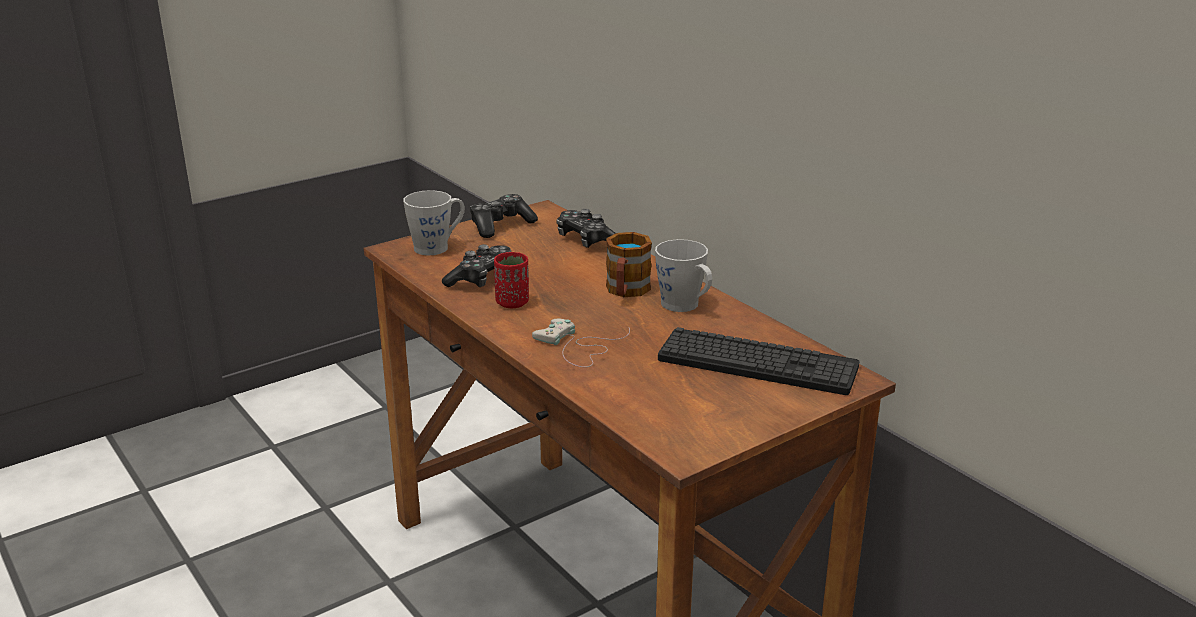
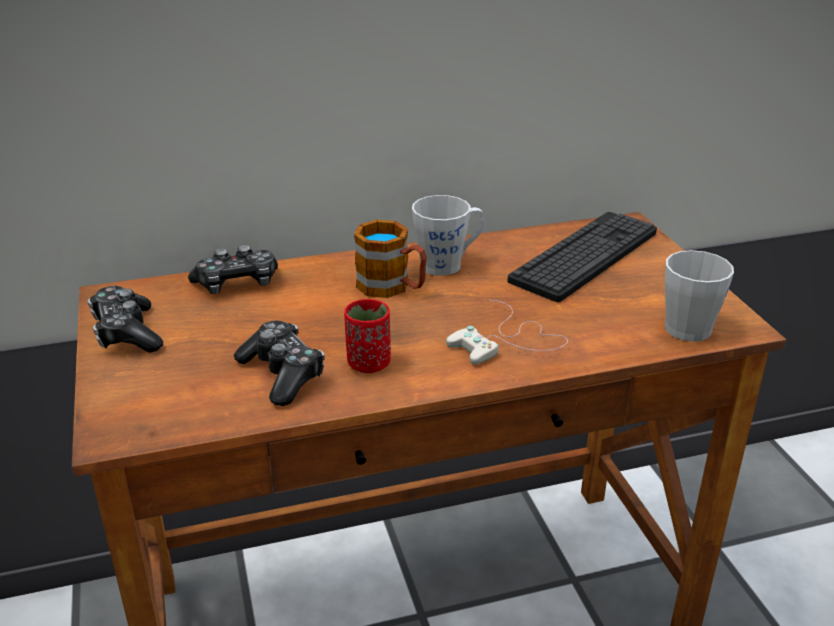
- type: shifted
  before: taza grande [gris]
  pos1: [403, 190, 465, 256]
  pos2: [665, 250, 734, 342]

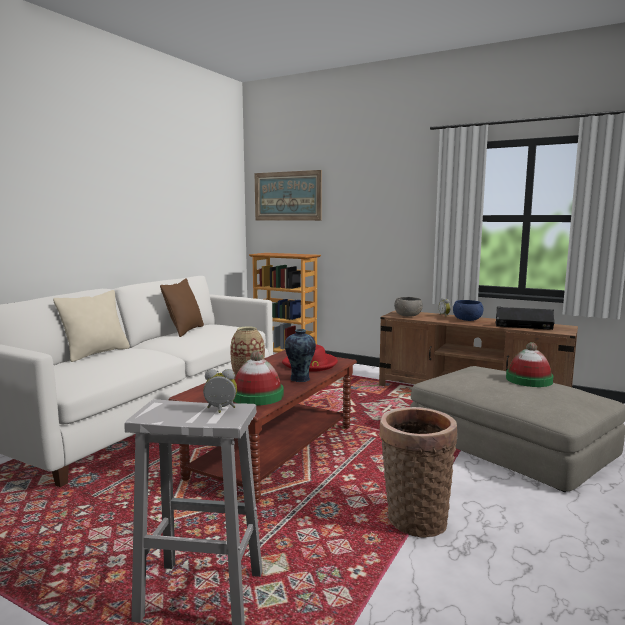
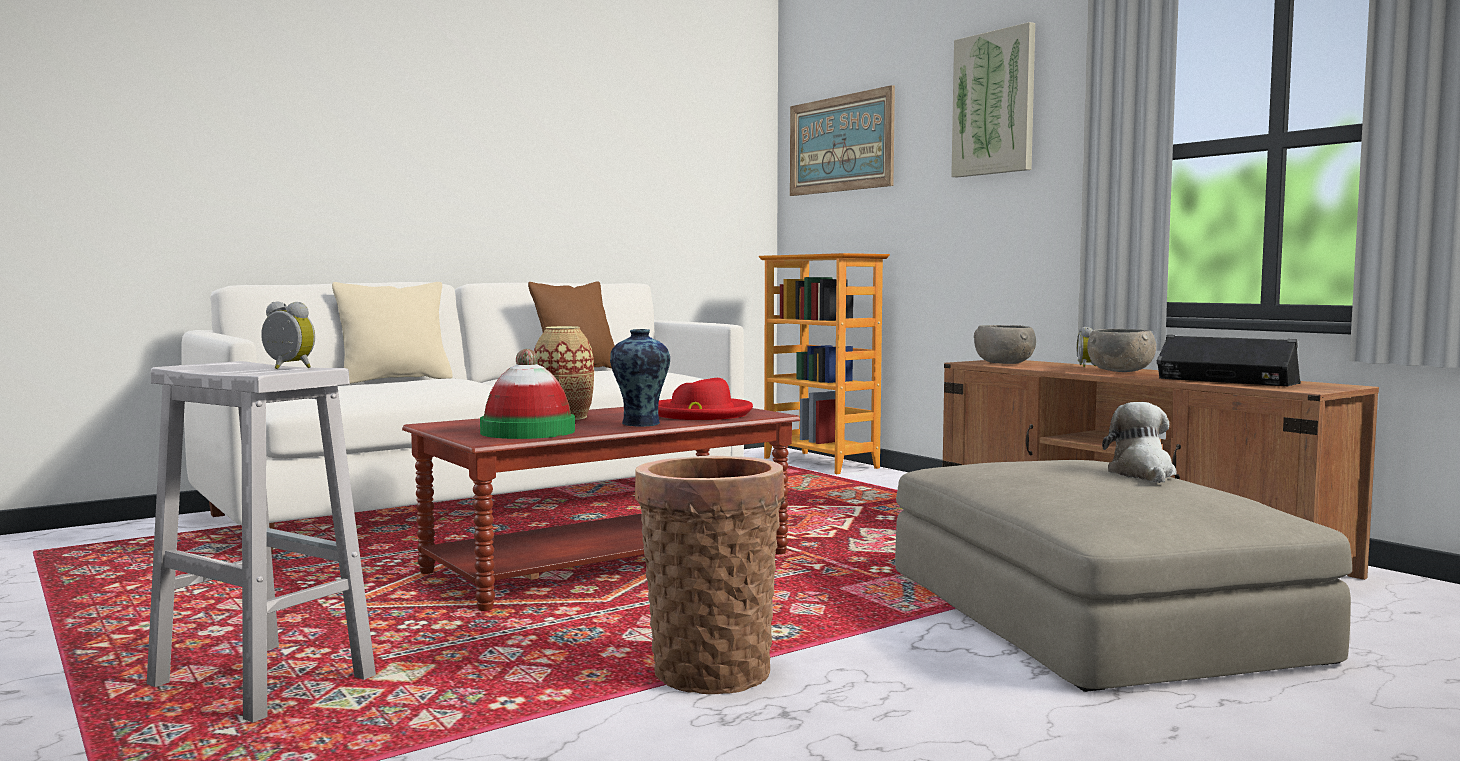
- type: new
  after: cuadro
  pos2: [951, 22, 1035, 178]
- type: repainted
  before: cuenco [azul]
  after: cuenco [gris]
  pos1: [453, 300, 484, 321]
  pos2: [1087, 329, 1156, 372]
- type: swapped
  before: sombrero
  after: peluche
  pos1: [506, 342, 554, 387]
  pos2: [1102, 402, 1176, 483]

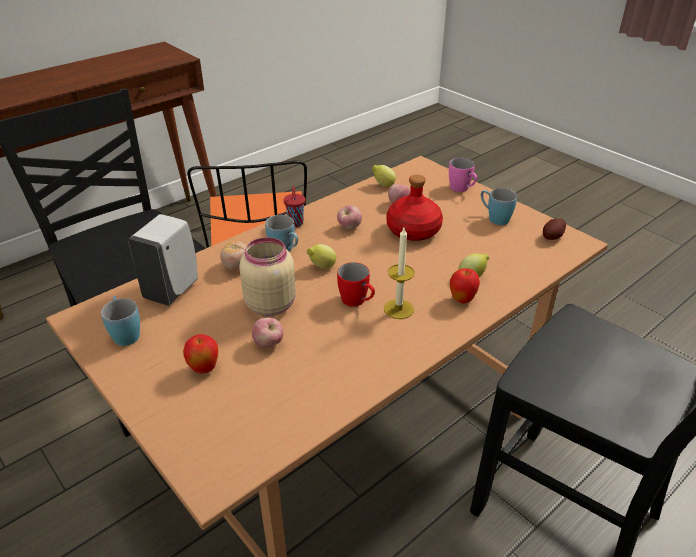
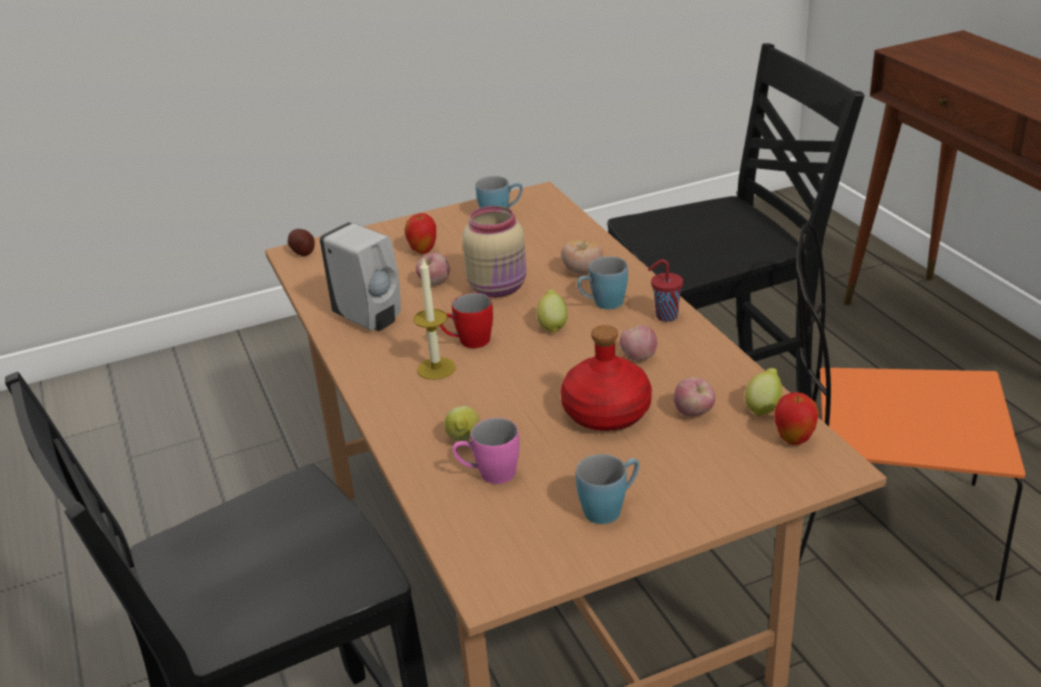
- type: shifted
  before: patata
  pos1: [543, 218, 566, 240]
  pos2: [288, 229, 315, 256]
- type: shifted
  before: dispensador de jabón [blanco]
  pos1: [128, 214, 198, 306]
  pos2: [320, 222, 401, 331]
- type: shifted
  before: taza grande [rosa]
  pos1: [449, 158, 477, 192]
  pos2: [452, 418, 520, 484]
- type: shifted
  before: manzana
  pos1: [450, 268, 480, 304]
  pos2: [775, 392, 819, 445]

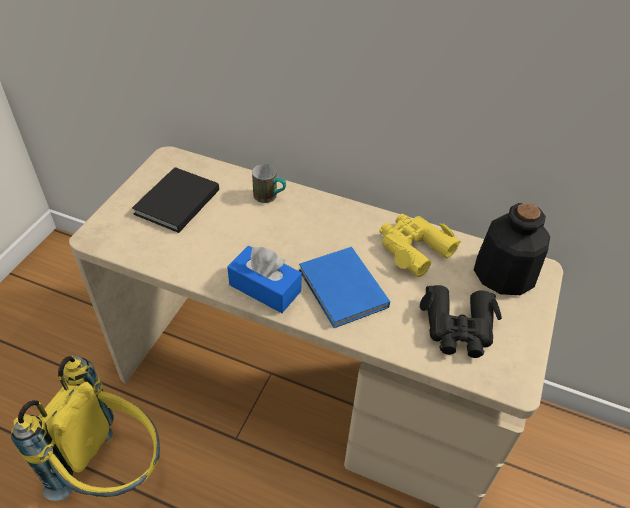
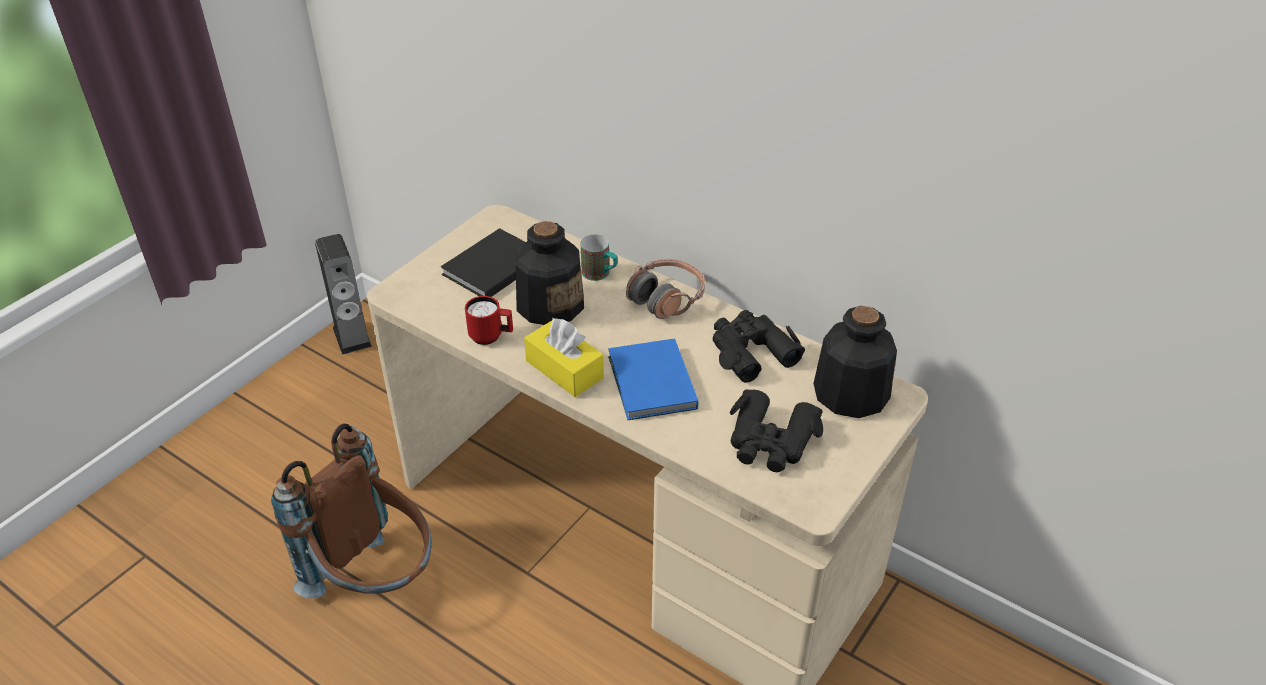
- type: repainted
  before: mochila [amarillo]
  after: mochila [marrón]
  pos1: [11, 356, 160, 501]
  pos2: [271, 423, 432, 598]
- type: new
  after: altavoz
  pos2: [315, 234, 372, 355]
- type: new
  after: taza grande [rojo]
  pos2: [465, 296, 513, 345]
- type: new
  after: botella
  pos2: [516, 221, 584, 325]
- type: repainted
  before: caja de pañuelos [azul]
  after: caja de pañuelos [amarillo]
  pos1: [227, 246, 302, 313]
  pos2: [524, 318, 604, 397]
- type: new
  after: auriculares
  pos2: [626, 259, 705, 319]
- type: repainted
  before: prismáticos [amarillo]
  after: prismáticos [negro]
  pos1: [379, 214, 461, 277]
  pos2: [712, 310, 805, 383]

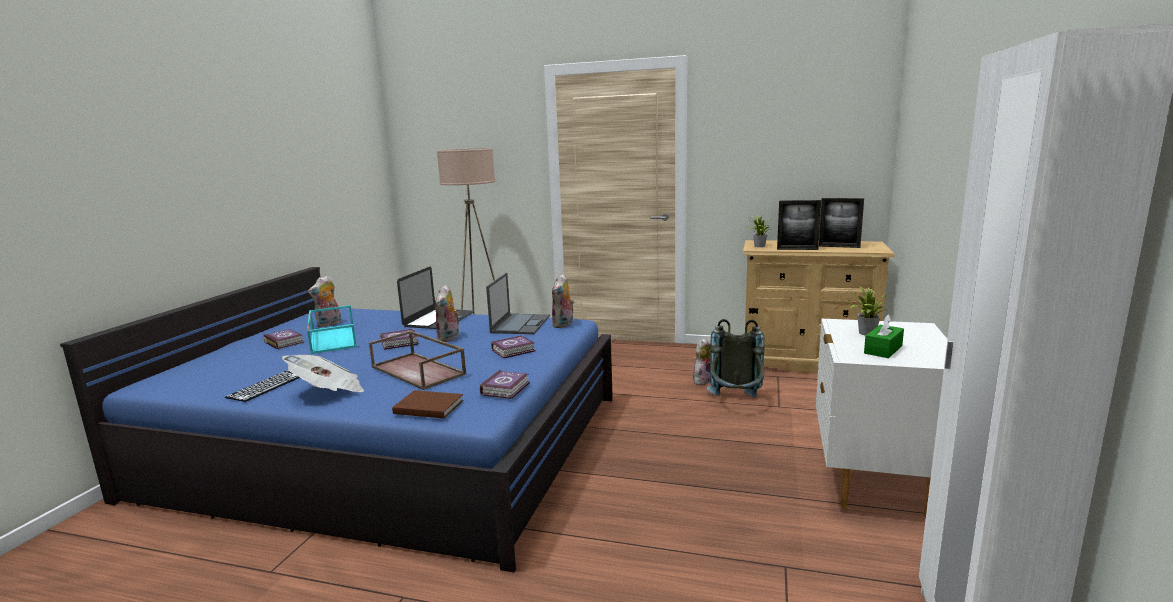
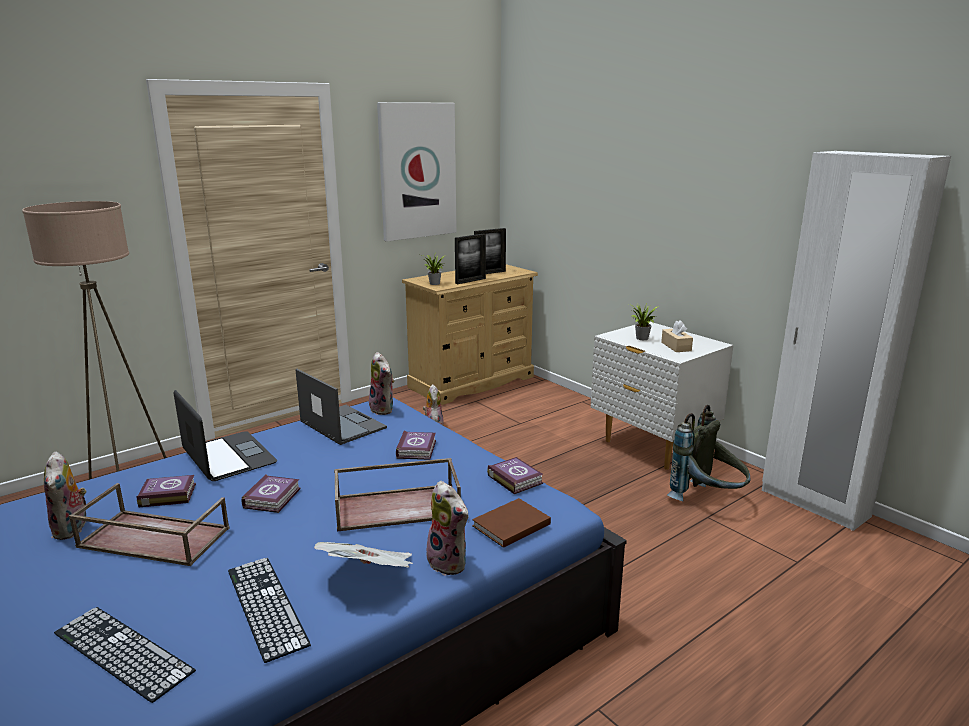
- type: new
  after: teclado
  pos2: [54, 607, 196, 703]
- type: repainted
  before: bandeja [turquesa]
  after: bandeja [marrón]
  pos1: [307, 305, 357, 354]
  pos2: [69, 483, 230, 566]
- type: shifted
  before: libro
  pos1: [263, 329, 304, 349]
  pos2: [136, 475, 196, 507]
- type: new
  after: cuadro
  pos2: [377, 102, 457, 242]
- type: shifted
  before: peluche
  pos1: [435, 285, 459, 342]
  pos2: [427, 481, 468, 576]
- type: repainted
  before: caja de pañuelos [verde]
  after: caja de pañuelos [beis]
  pos1: [864, 314, 904, 358]
  pos2: [661, 320, 693, 352]
- type: shifted
  before: mochila [gris]
  pos1: [707, 319, 765, 397]
  pos2: [667, 405, 751, 502]

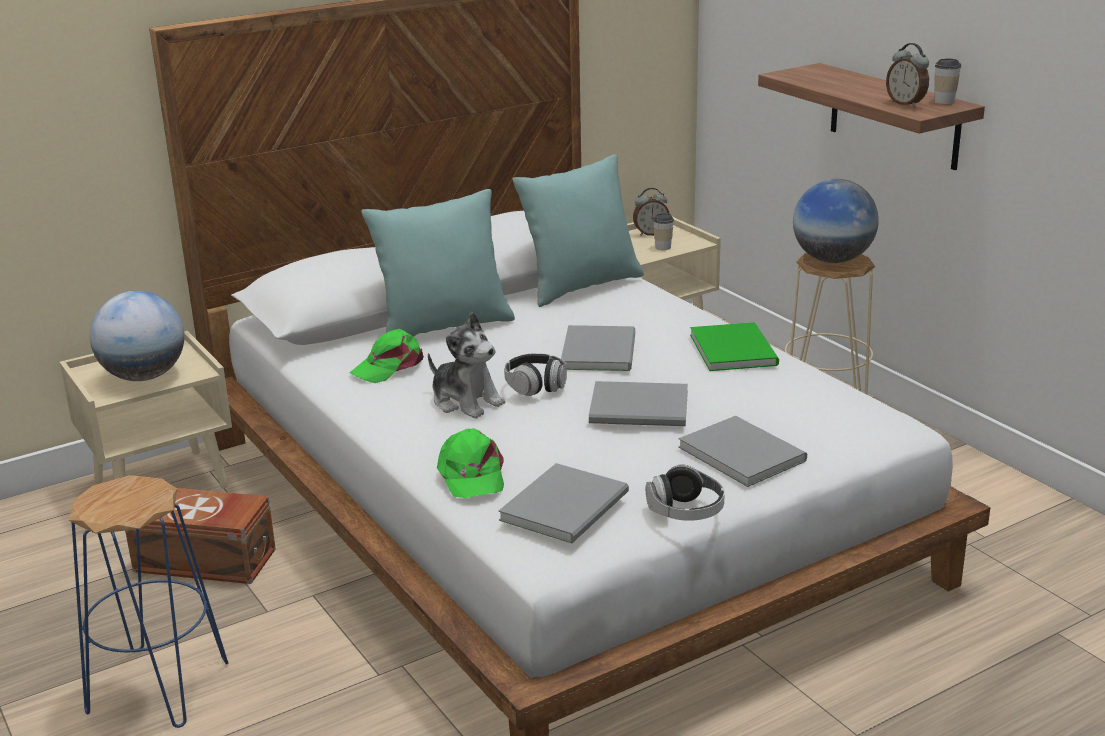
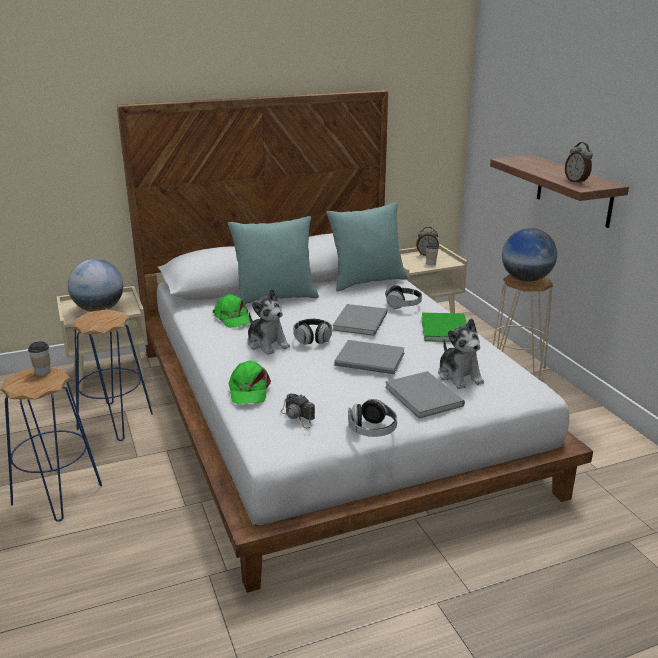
- type: shifted
  before: taza
  pos1: [934, 58, 961, 104]
  pos2: [28, 341, 51, 376]
- type: swapped
  before: caja de almacenaje [marrón]
  after: taburete [azul]
  pos1: [125, 488, 276, 584]
  pos2: [72, 309, 153, 441]
- type: rotated
  before: gorra [verde]
  pos1: [350, 329, 424, 383]
  pos2: [213, 294, 250, 328]
  turn: -90
- type: swapped
  before: libro [gris]
  after: cámara
  pos1: [498, 463, 629, 543]
  pos2: [280, 394, 315, 428]
- type: new
  after: auriculares
  pos2: [385, 285, 422, 309]
- type: new
  after: peluche
  pos2: [438, 318, 484, 389]

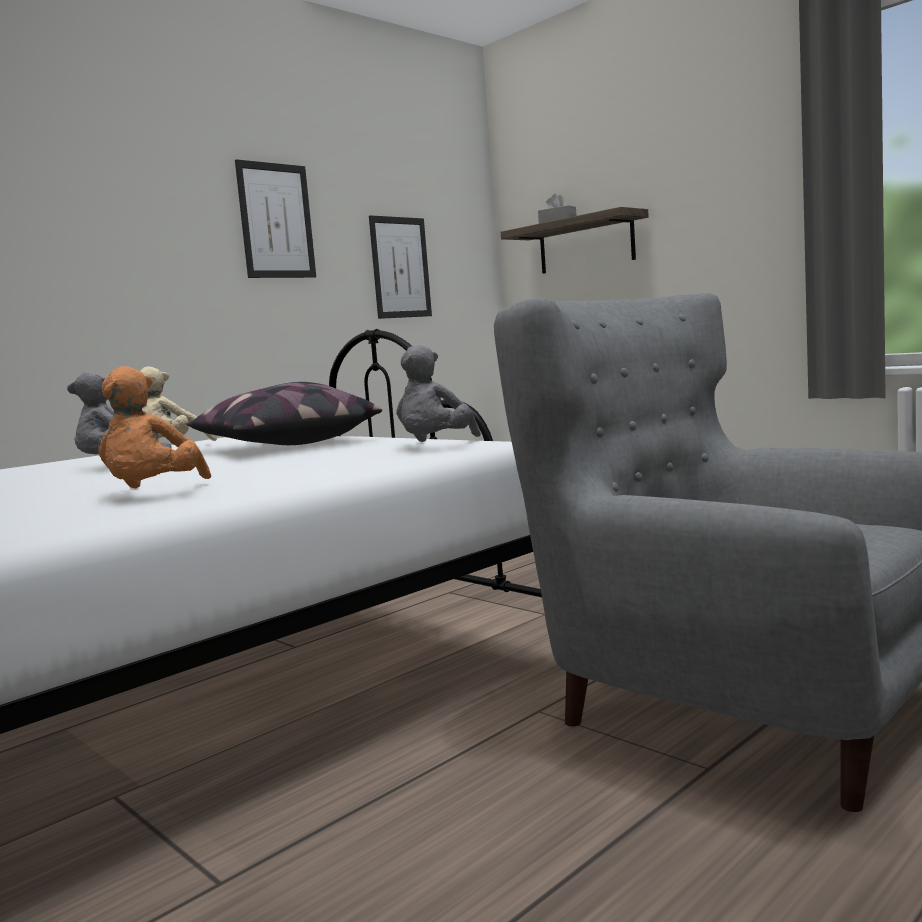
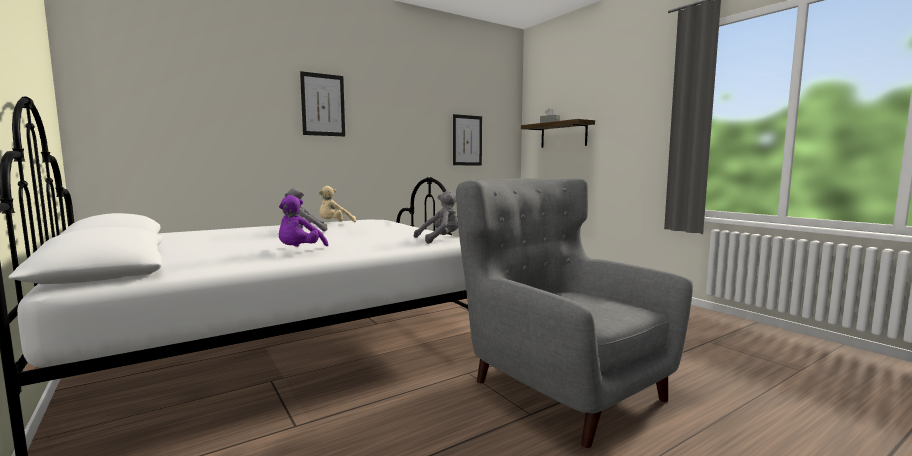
- type: repainted
  before: peluche [naranja]
  after: peluche [morado]
  pos1: [98, 366, 211, 488]
  pos2: [279, 195, 328, 247]
- type: shifted
  before: cuadro
  pos1: [235, 159, 316, 278]
  pos2: [300, 71, 345, 137]
- type: rotated
  before: peluche [gris]
  pos1: [396, 344, 481, 442]
  pos2: [414, 191, 458, 244]
  turn: -150
- type: gone
  before: cojín
  pos1: [186, 382, 382, 445]

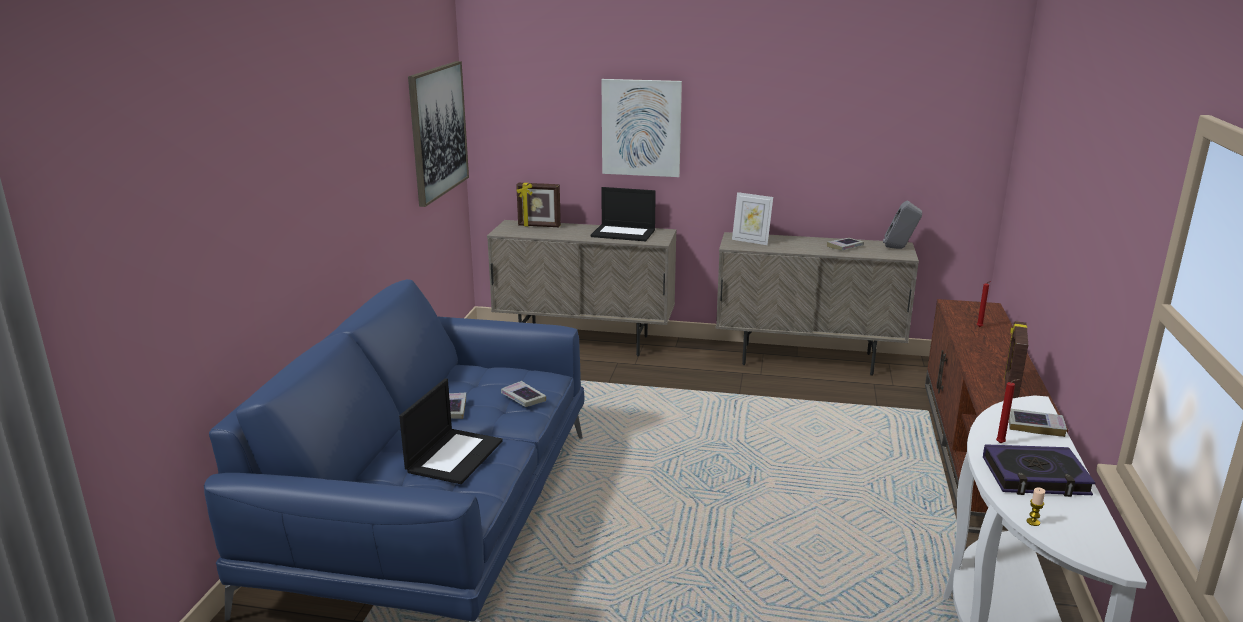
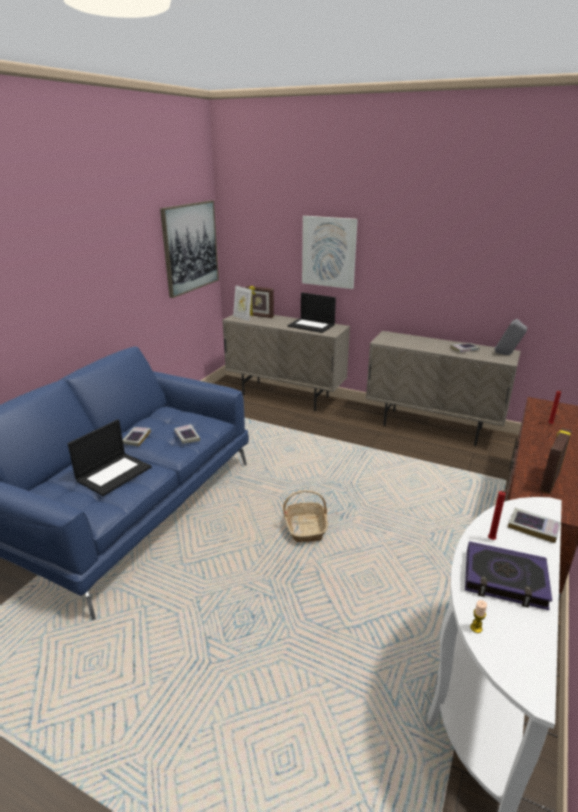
- type: shifted
  before: portarretratos
  pos1: [732, 192, 773, 245]
  pos2: [233, 285, 252, 321]
- type: new
  after: cesta
  pos2: [283, 490, 328, 542]

